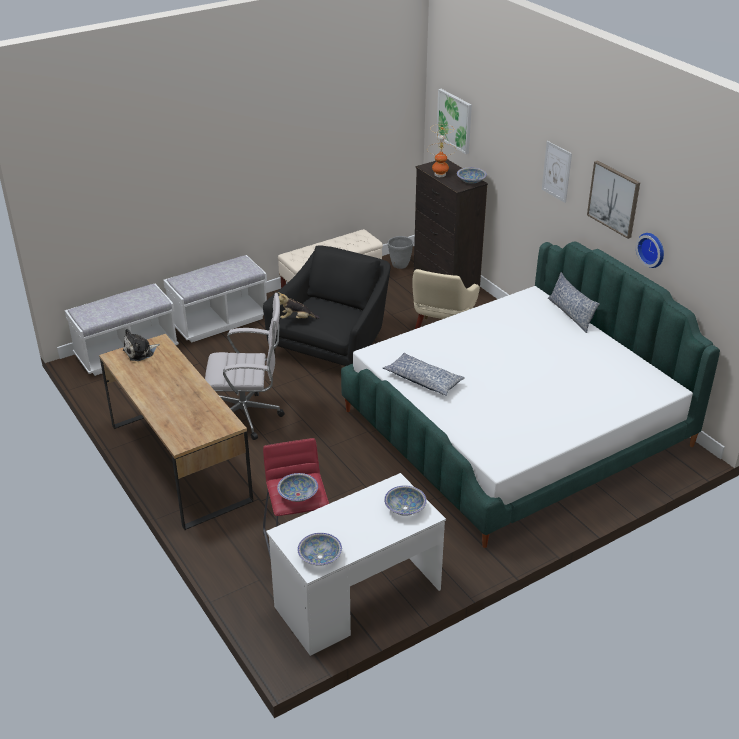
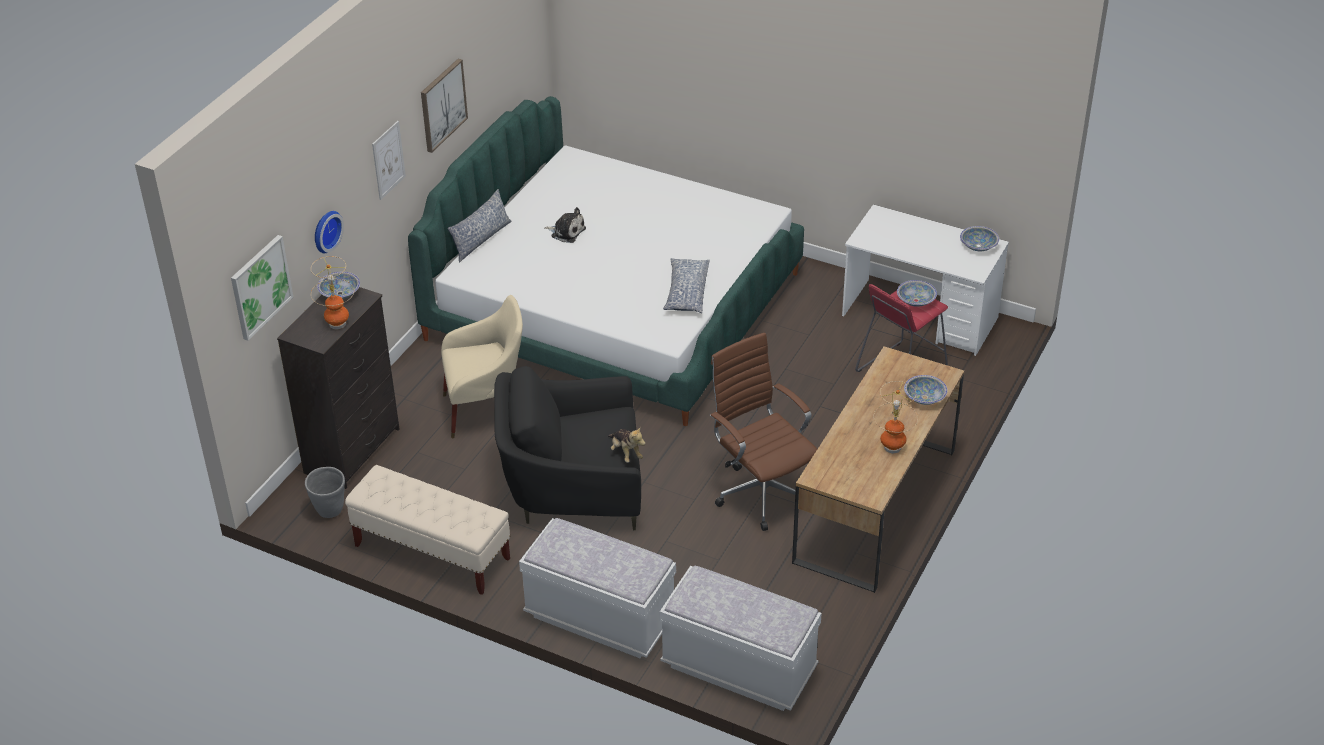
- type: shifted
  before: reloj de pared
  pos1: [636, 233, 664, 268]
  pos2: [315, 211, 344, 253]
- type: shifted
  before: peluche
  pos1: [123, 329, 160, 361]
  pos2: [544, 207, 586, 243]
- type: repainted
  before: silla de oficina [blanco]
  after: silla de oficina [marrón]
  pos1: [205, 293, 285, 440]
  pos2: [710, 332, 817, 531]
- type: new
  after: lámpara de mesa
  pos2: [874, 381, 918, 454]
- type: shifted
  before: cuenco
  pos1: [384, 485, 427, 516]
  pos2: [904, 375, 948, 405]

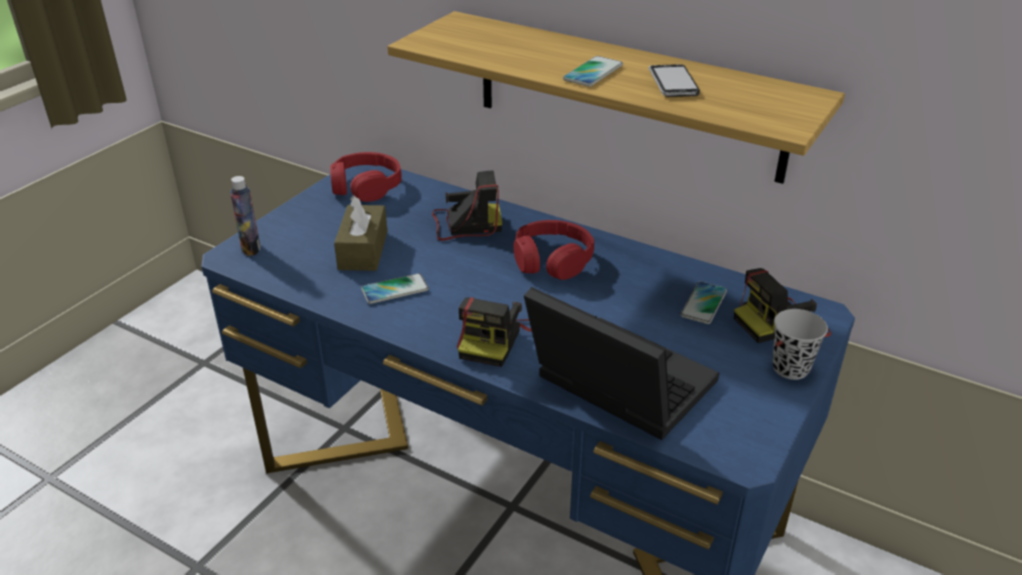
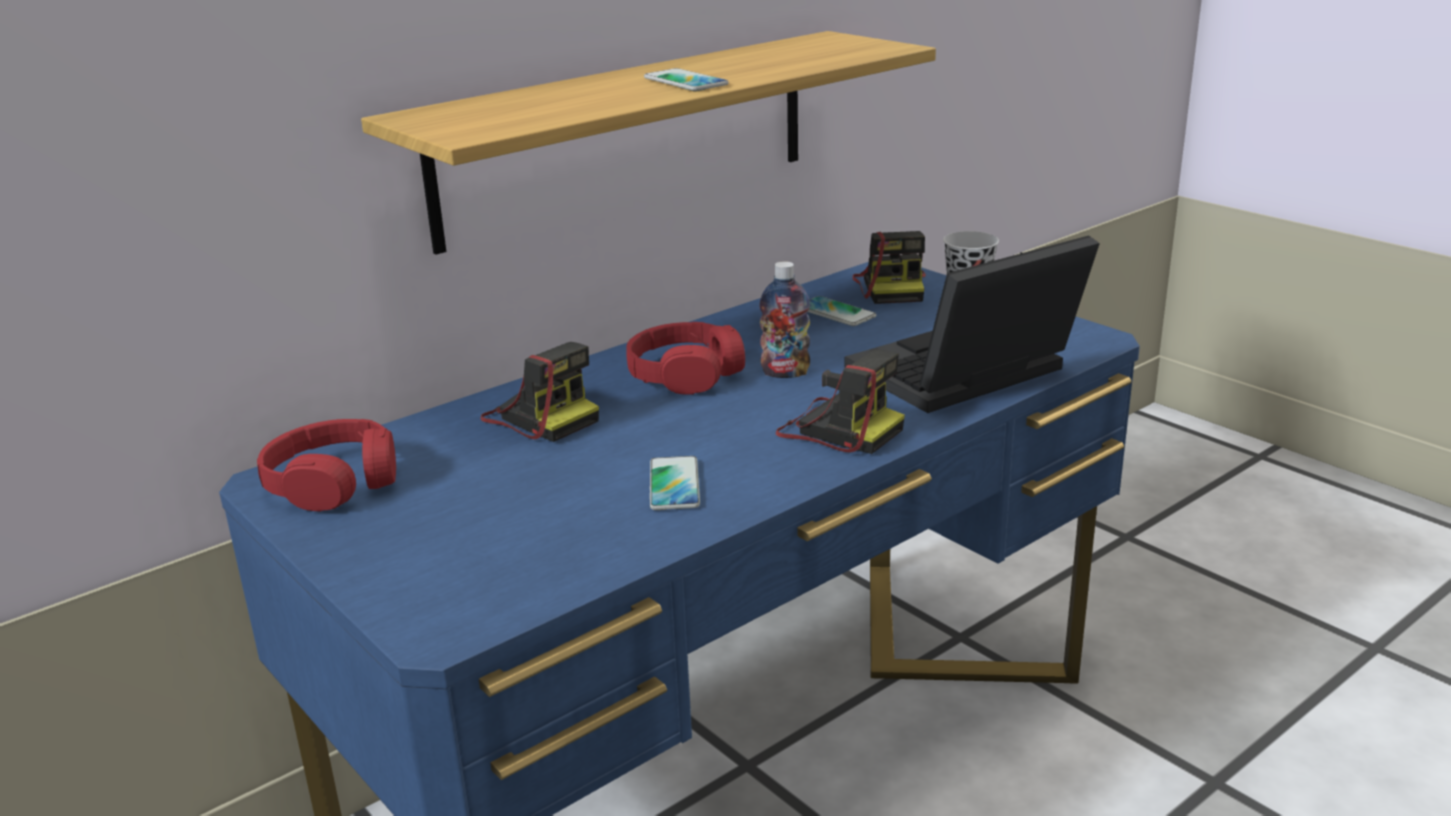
- type: rotated
  before: cámara
  pos1: [432, 170, 502, 241]
  pos2: [481, 342, 599, 442]
  turn: 120
- type: shifted
  before: botella
  pos1: [230, 176, 261, 256]
  pos2: [759, 261, 810, 378]
- type: gone
  before: caja de pañuelos [marrón]
  pos1: [334, 196, 388, 271]
- type: gone
  before: móvil
  pos1: [649, 64, 700, 97]

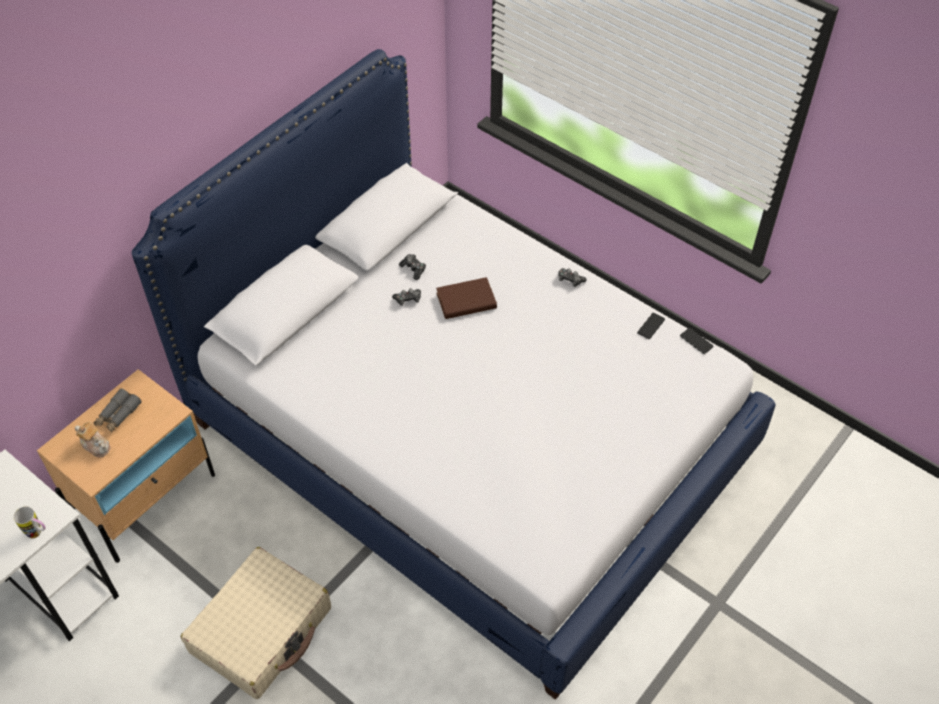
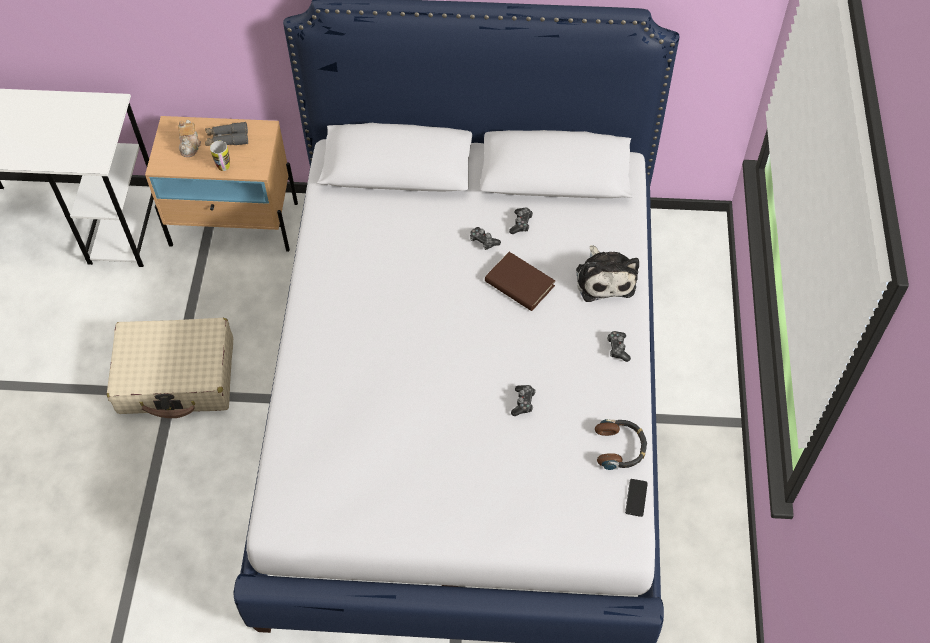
- type: shifted
  before: taza grande
  pos1: [13, 506, 45, 538]
  pos2: [210, 141, 230, 171]
- type: new
  after: mando de consola
  pos2: [511, 385, 536, 416]
- type: new
  after: peluche
  pos2: [576, 245, 639, 302]
- type: swapped
  before: móvil
  after: auriculares
  pos1: [637, 313, 665, 339]
  pos2: [595, 419, 647, 470]

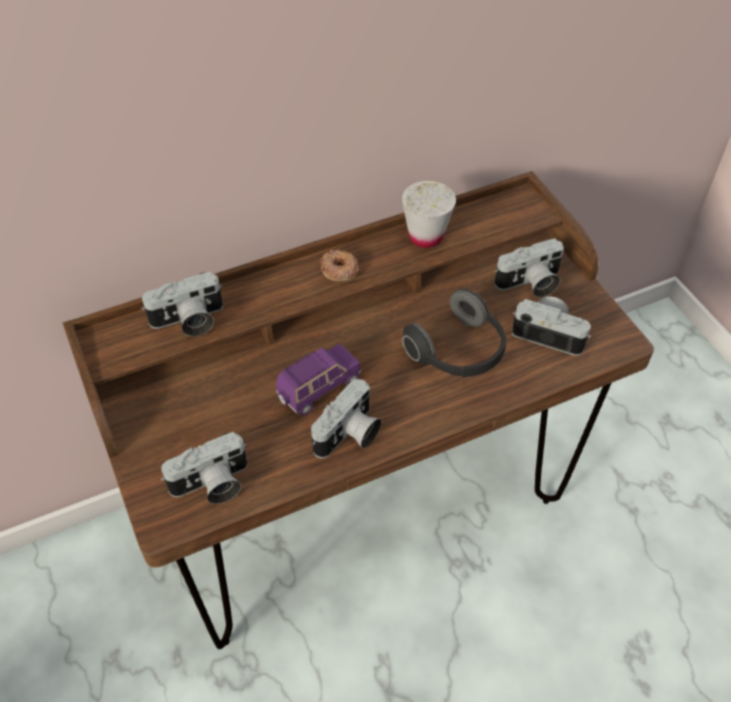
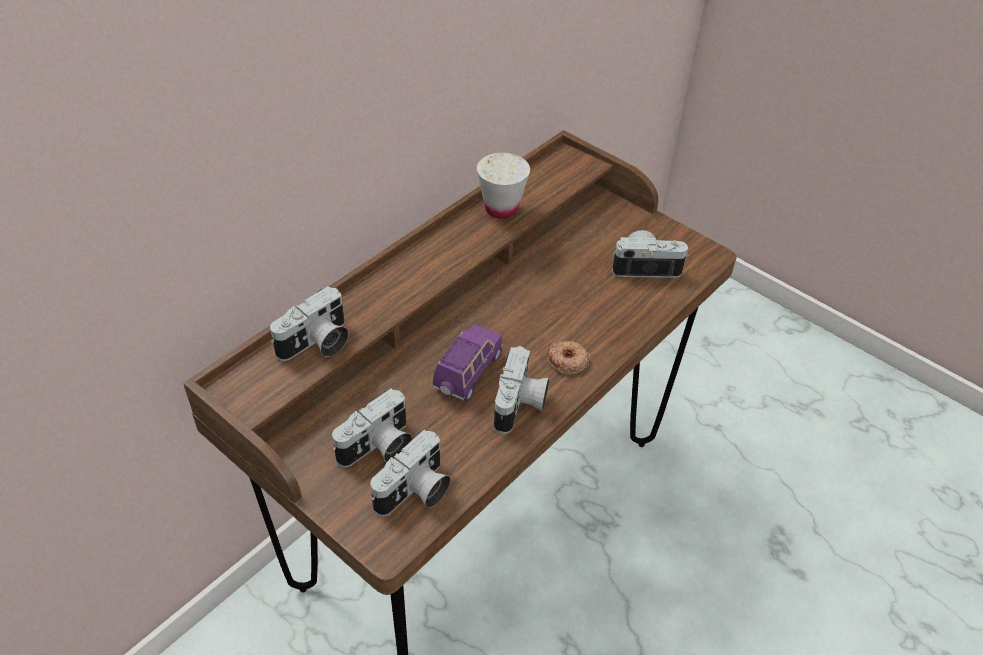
- type: shifted
  before: cámara
  pos1: [494, 238, 564, 297]
  pos2: [332, 388, 412, 467]
- type: shifted
  before: rosquilla
  pos1: [320, 249, 359, 281]
  pos2: [547, 341, 590, 374]
- type: gone
  before: auriculares
  pos1: [402, 288, 507, 377]

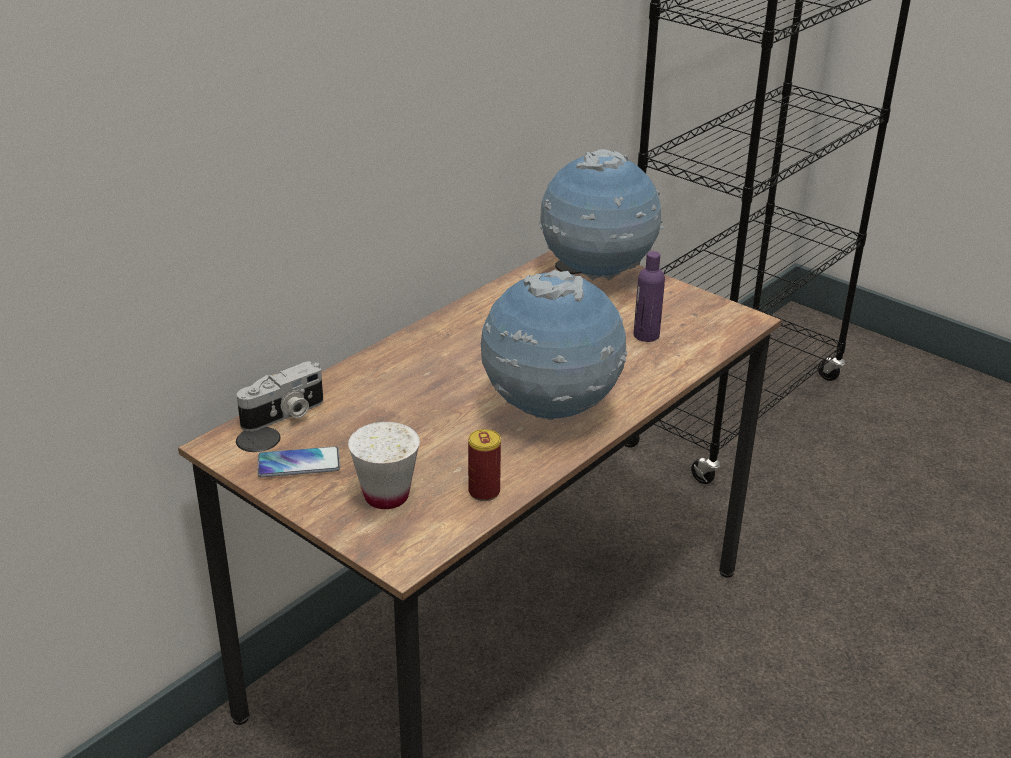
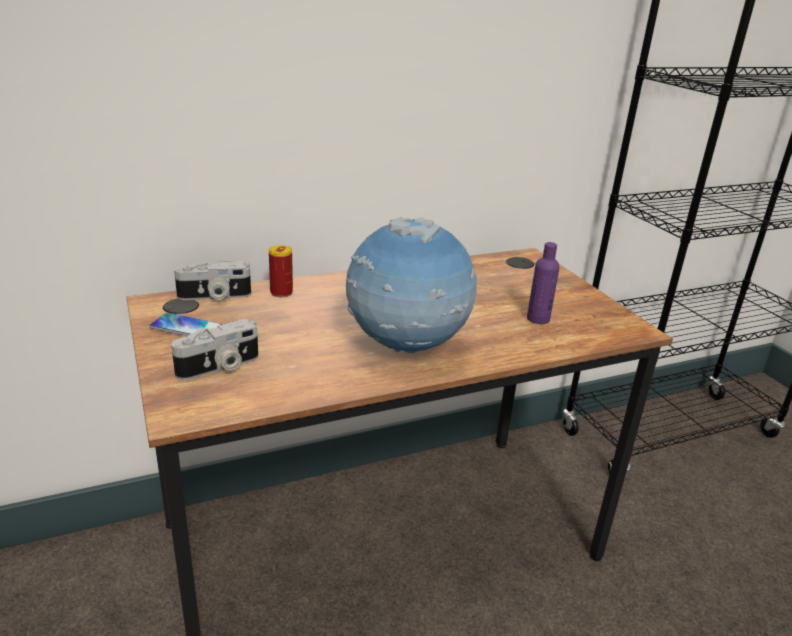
- type: swapped
  before: taza [blanco]
  after: cámara
  pos1: [348, 422, 420, 509]
  pos2: [171, 319, 258, 380]
- type: shifted
  before: lata
  pos1: [468, 429, 501, 501]
  pos2: [269, 245, 293, 297]
- type: gone
  before: globo terráqueo
  pos1: [539, 149, 664, 281]

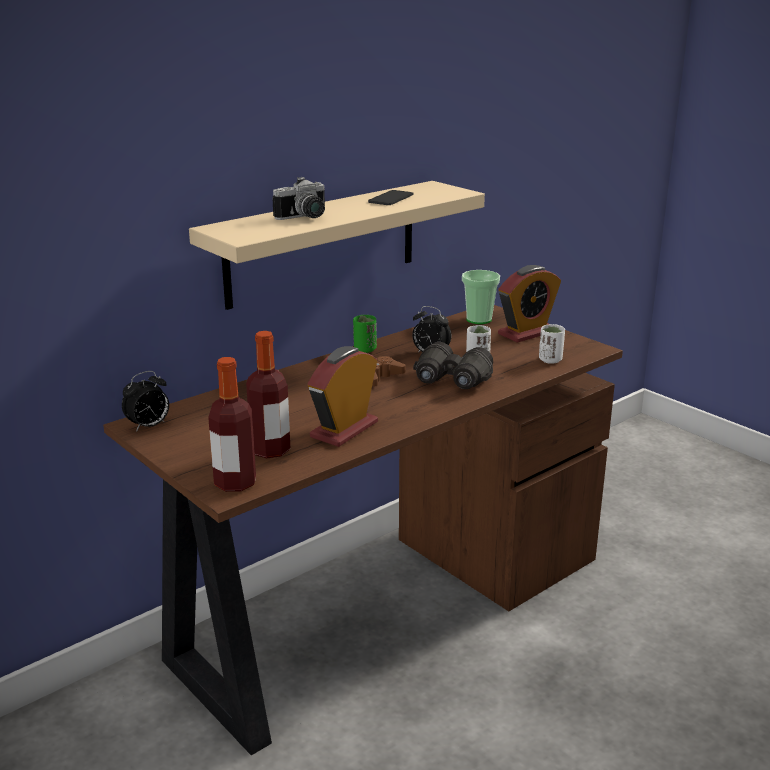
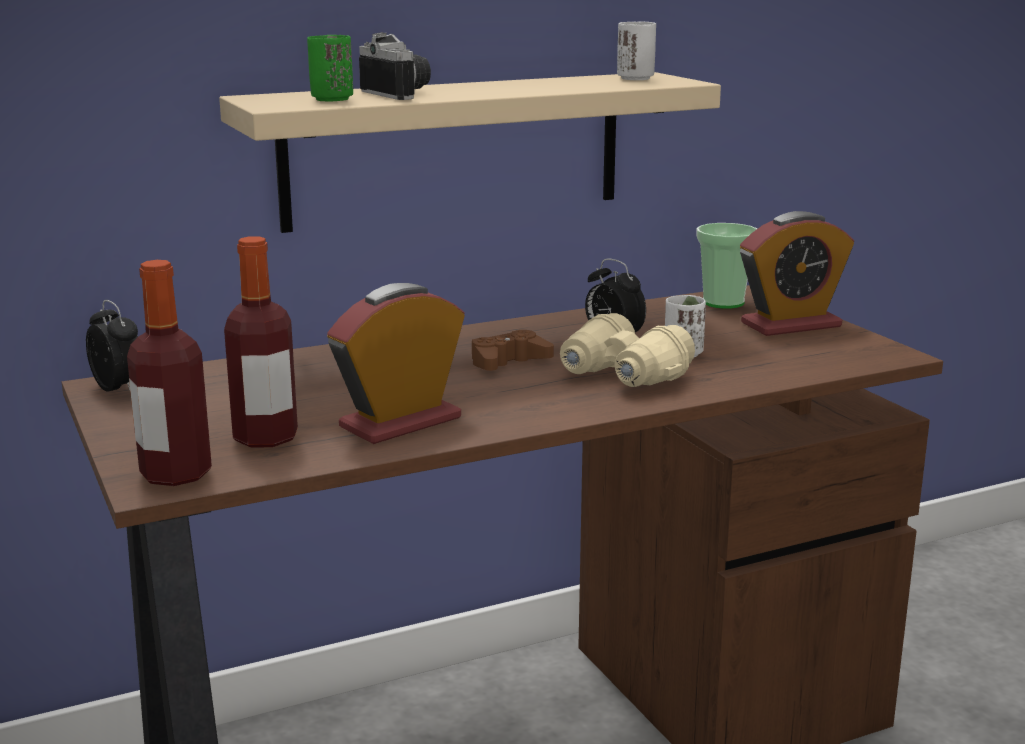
- type: rotated
  before: despertador
  pos1: [122, 371, 169, 432]
  pos2: [86, 300, 138, 391]
  turn: -105
- type: shifted
  before: taza [verde]
  pos1: [353, 315, 377, 353]
  pos2: [307, 35, 353, 102]
- type: rotated
  before: cámara
  pos1: [272, 177, 325, 220]
  pos2: [359, 32, 431, 100]
  turn: -105
- type: repainted
  before: prismáticos [negro]
  after: prismáticos [beis]
  pos1: [413, 342, 493, 389]
  pos2: [560, 313, 695, 387]
- type: shifted
  before: taza [blanco]
  pos1: [539, 324, 565, 364]
  pos2: [617, 21, 656, 80]
- type: gone
  before: móvil
  pos1: [368, 190, 413, 205]

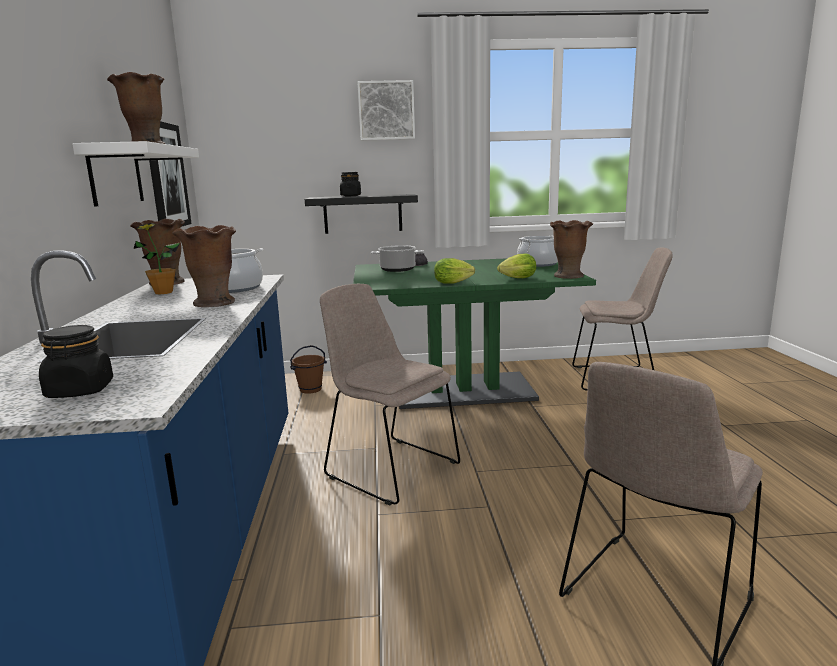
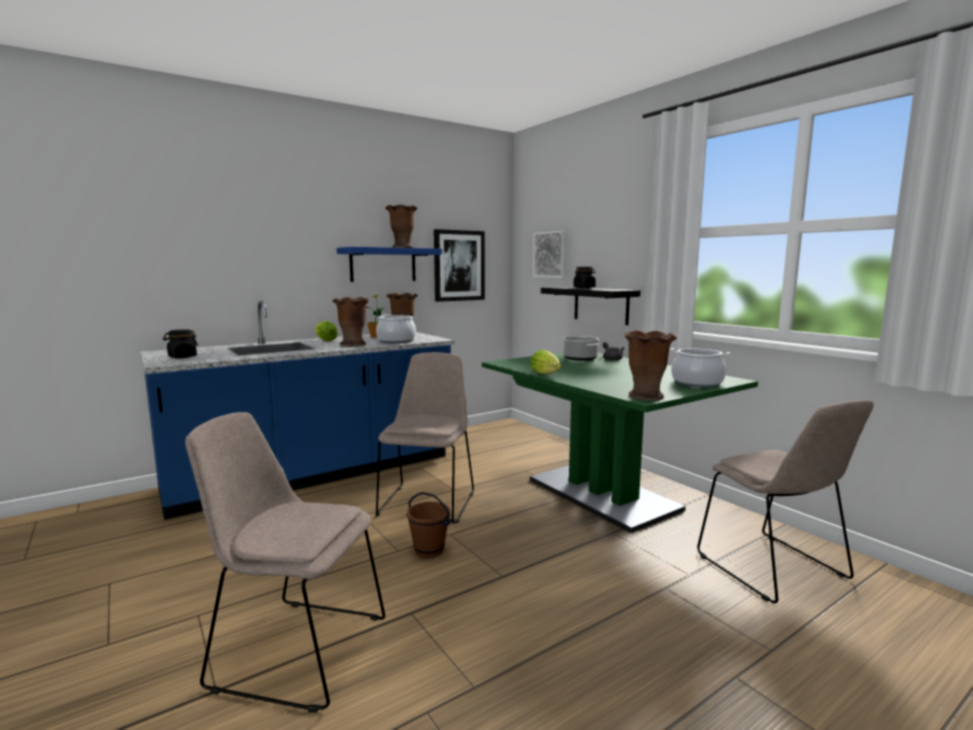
- type: shifted
  before: lechuga
  pos1: [497, 253, 536, 278]
  pos2: [315, 321, 338, 341]
- type: repainted
  before: estante [blanco]
  after: estante [azul]
  pos1: [72, 141, 199, 207]
  pos2: [337, 247, 442, 282]
- type: shifted
  before: cubo [marrón]
  pos1: [290, 345, 327, 394]
  pos2: [406, 492, 452, 558]
- type: shifted
  before: cuadro
  pos1: [357, 80, 415, 141]
  pos2: [533, 231, 567, 278]

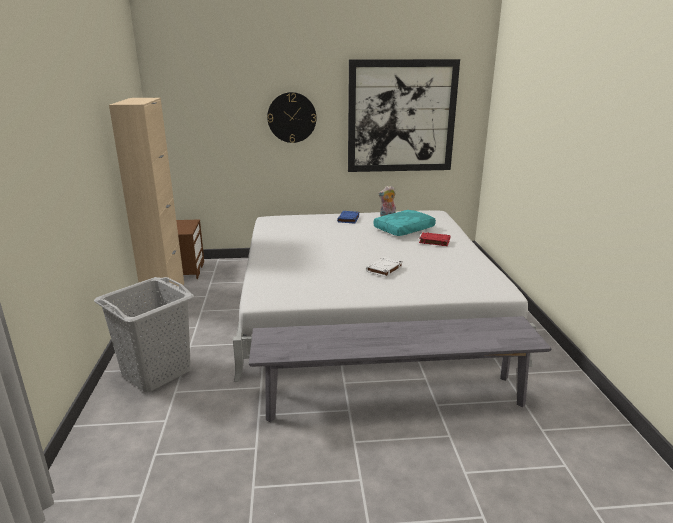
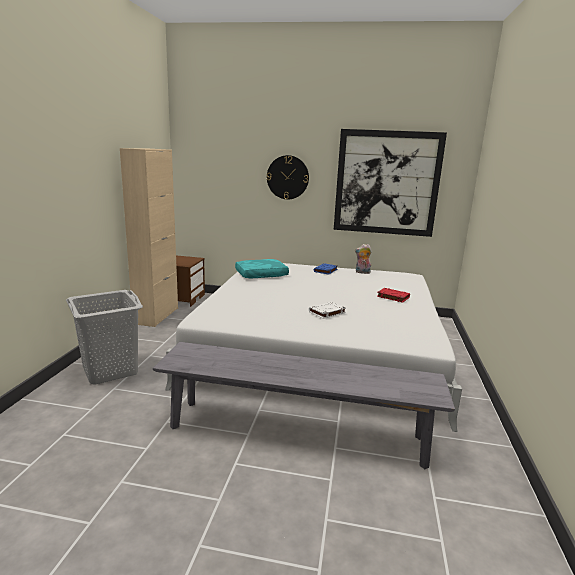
- type: shifted
  before: cojín [turquesa]
  pos1: [373, 210, 436, 236]
  pos2: [235, 259, 289, 278]

